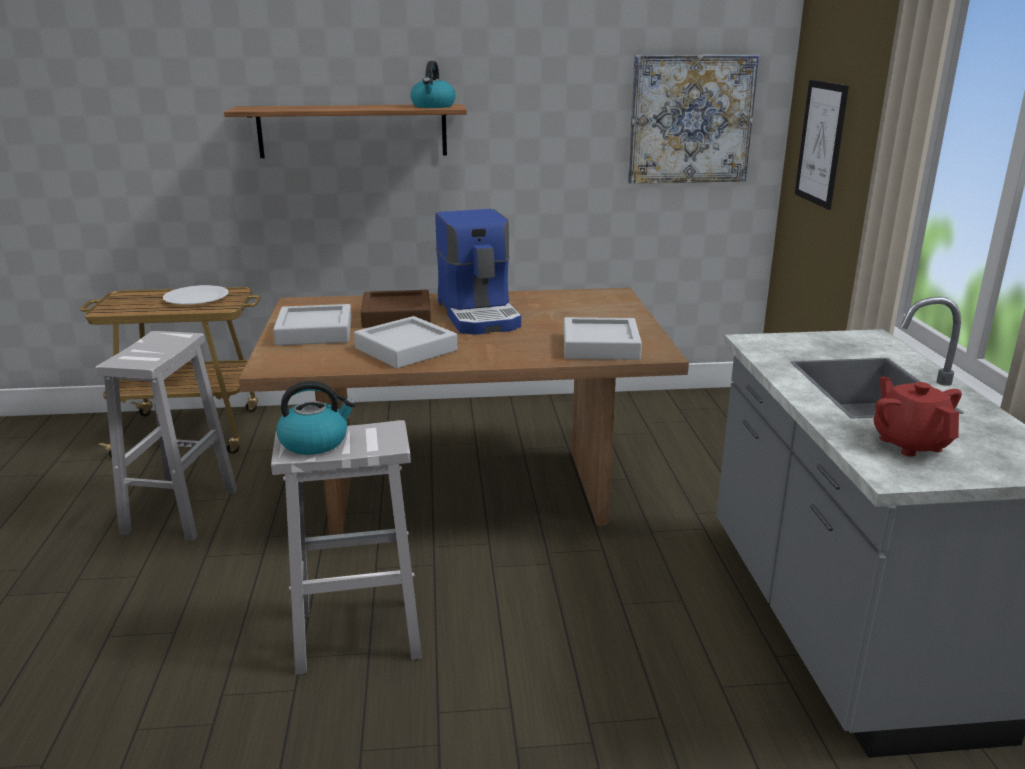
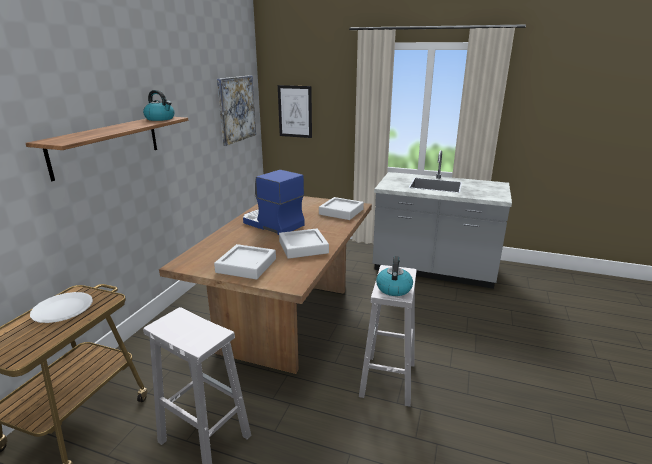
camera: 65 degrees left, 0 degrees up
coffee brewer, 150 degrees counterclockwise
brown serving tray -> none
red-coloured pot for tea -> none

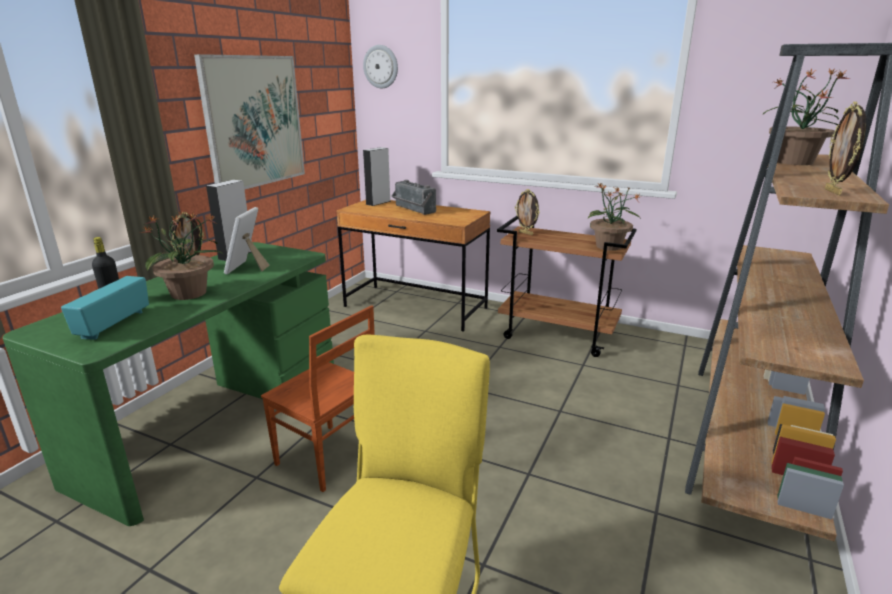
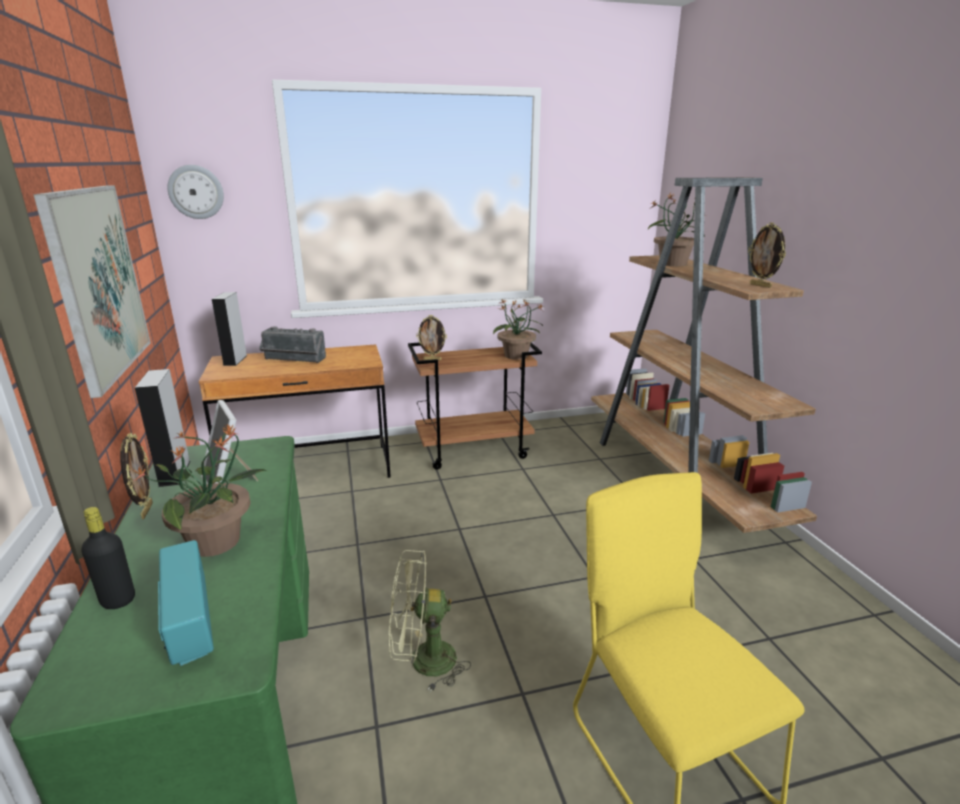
camera: 40 degrees left, 0 degrees up
brown upright chair -> green-coloured electric fan

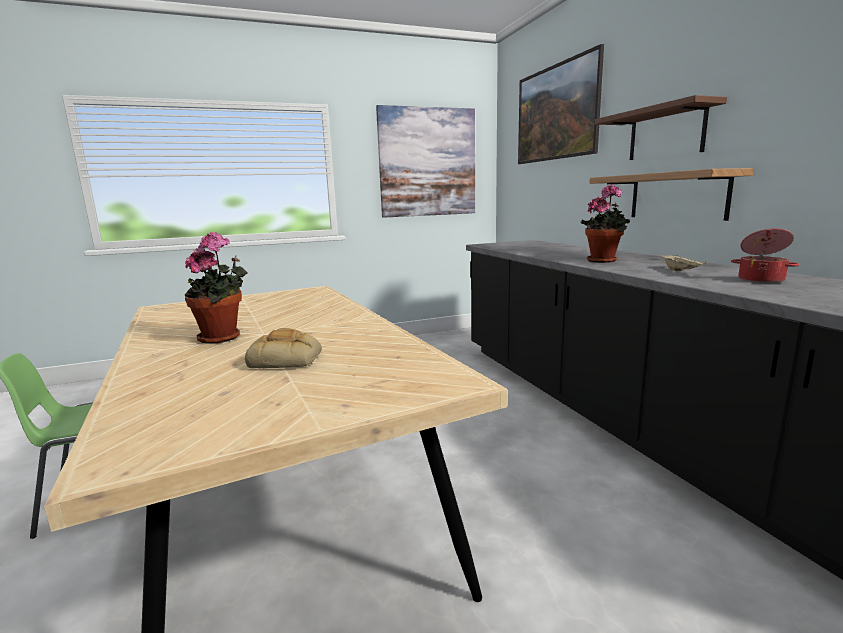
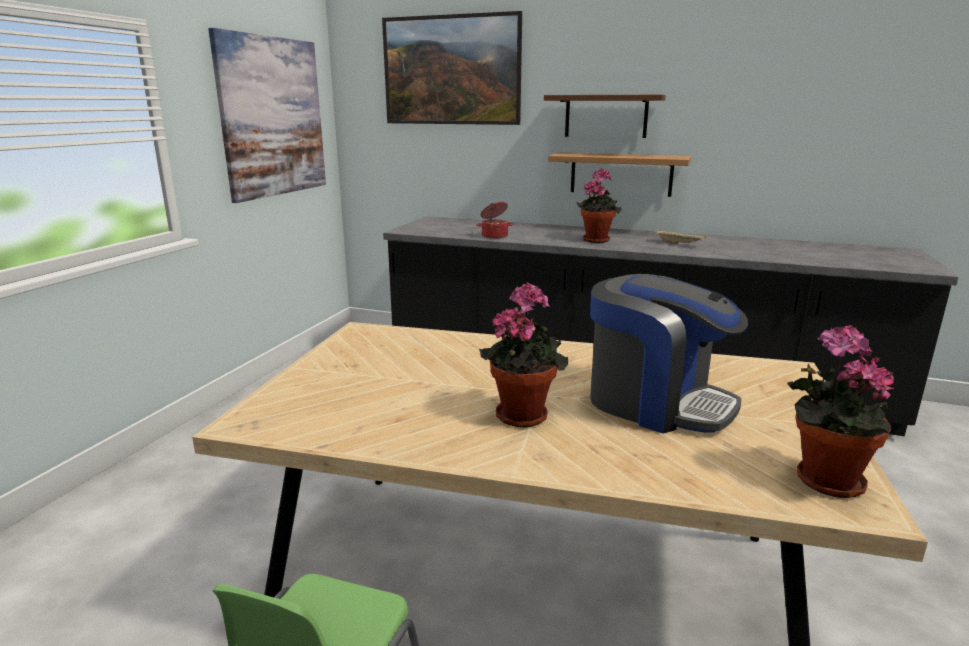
camera: 50 degrees left, 5 degrees up
stockpot, shifted
bread -> coffee brewer
none -> houseplant (no. 3 from left)

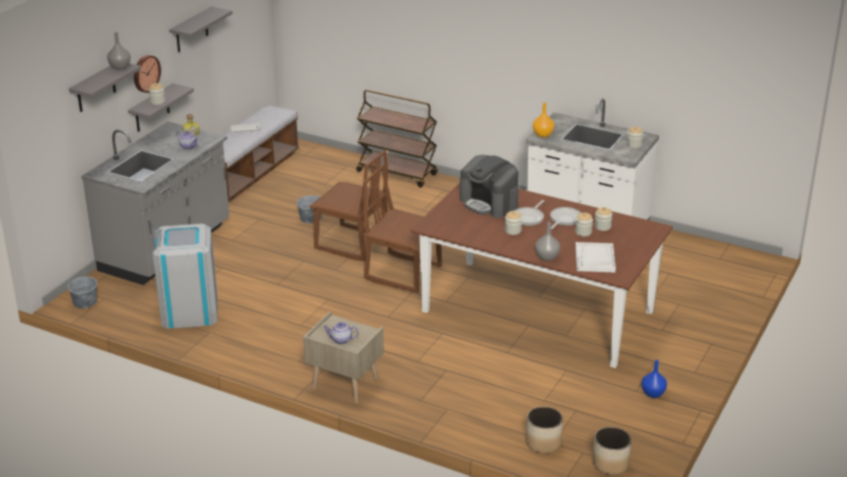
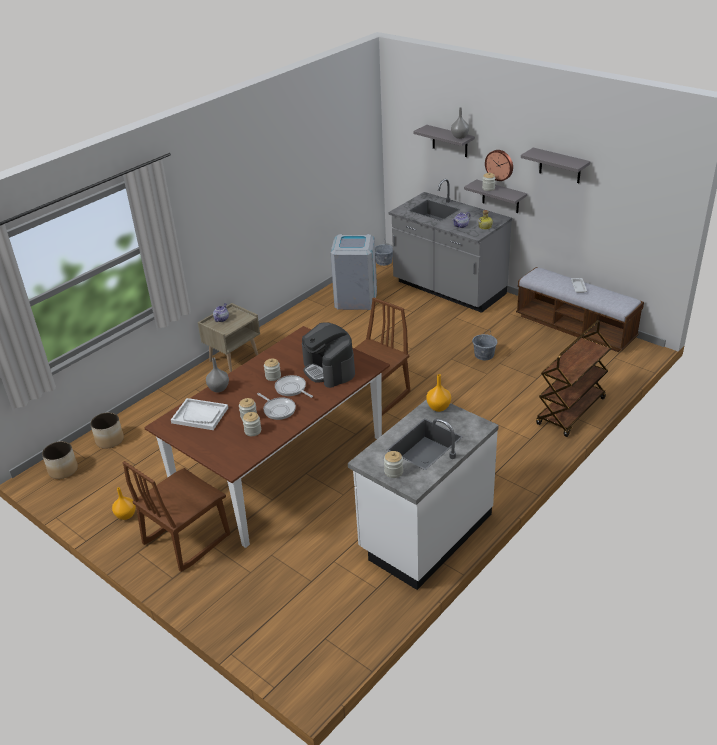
camera: 105 degrees right, 5 degrees up
blue flower vase -> orangey flower vase (no. 1 from left)
brown upright chair (no. 1 from left), shifted
coffee brewer, 90 degrees counterclockwise

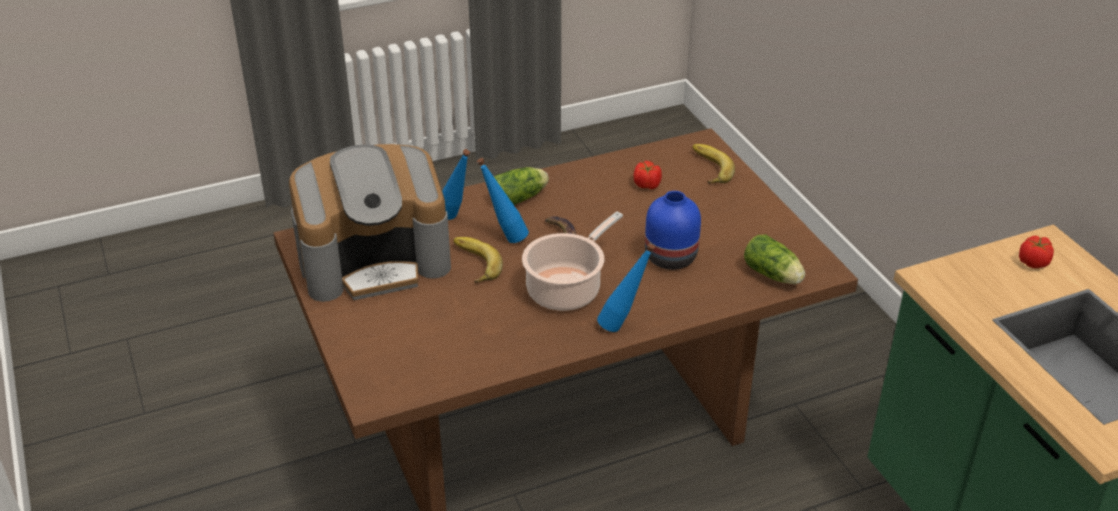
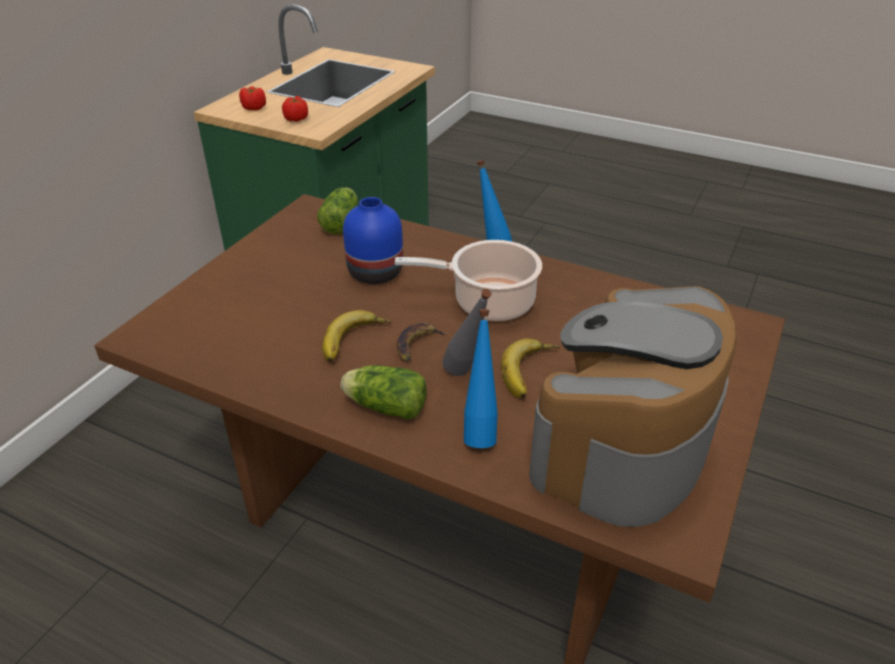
camera: 130 degrees left, 0 degrees up
whole tomato (no. 1 from left in the first image) -> whole tomato (no. 2 from left), shifted
whole banana (no. 3 from left in the first image) -> whole banana (no. 1 from left), shifted
blue bottle (no. 2 from left) -> gray bottle
coffee brewer, 90 degrees counterclockwise

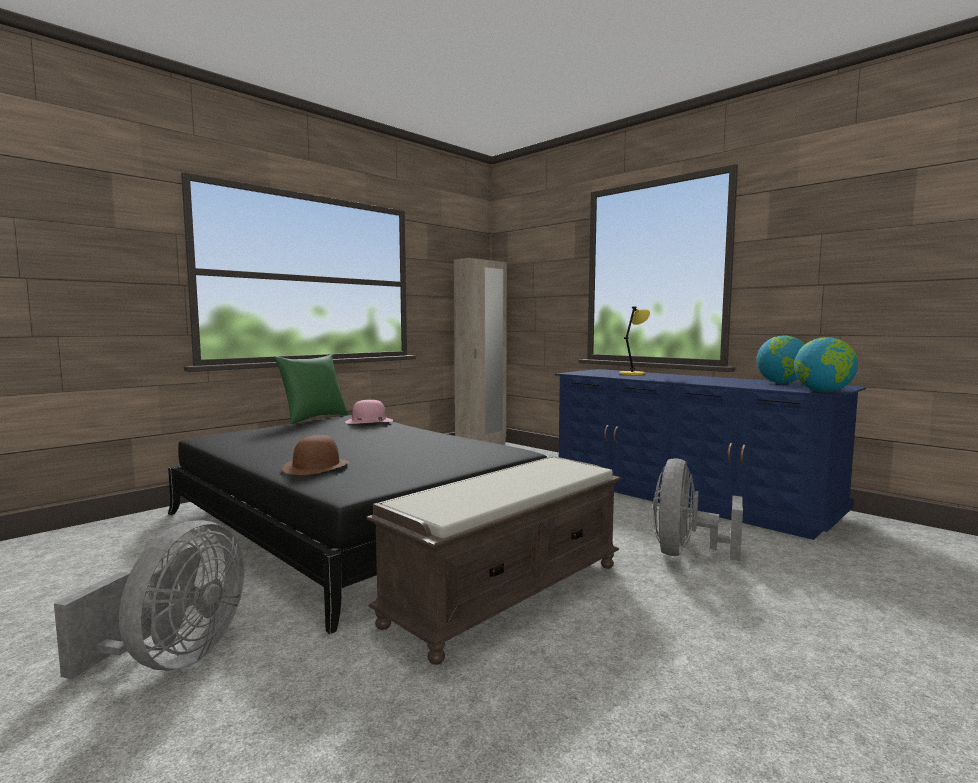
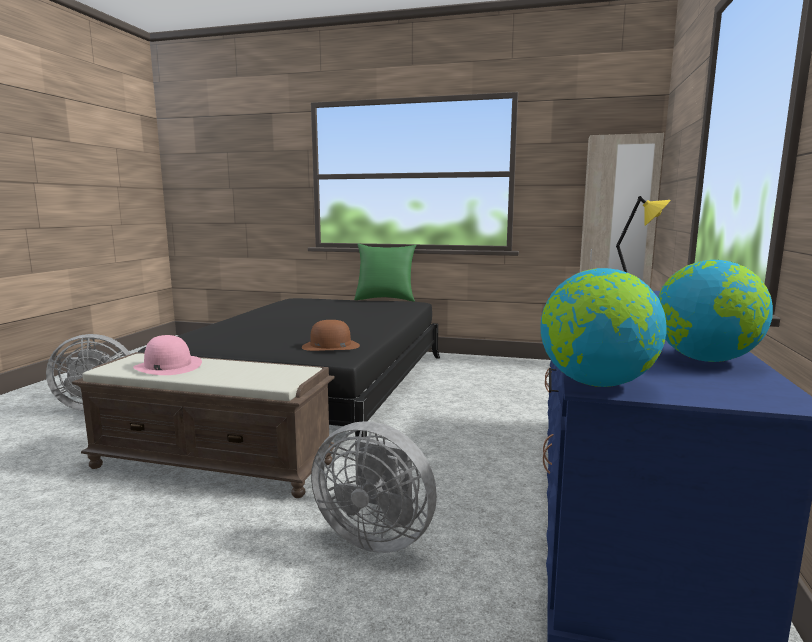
camera: 60 degrees right, 5 degrees up
pink-coloured wearable hat, shifted
brown wearable hat, shifted
gray electric fan (no. 2 from left), 150 degrees counterclockwise

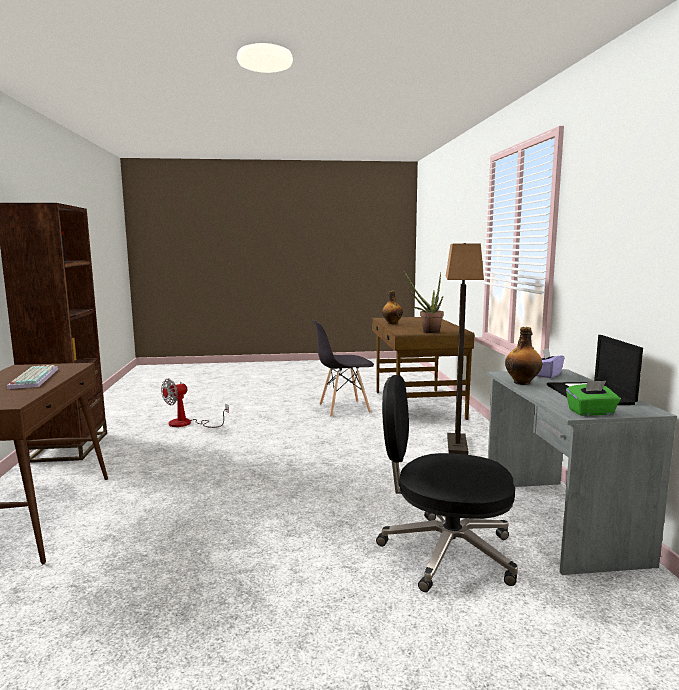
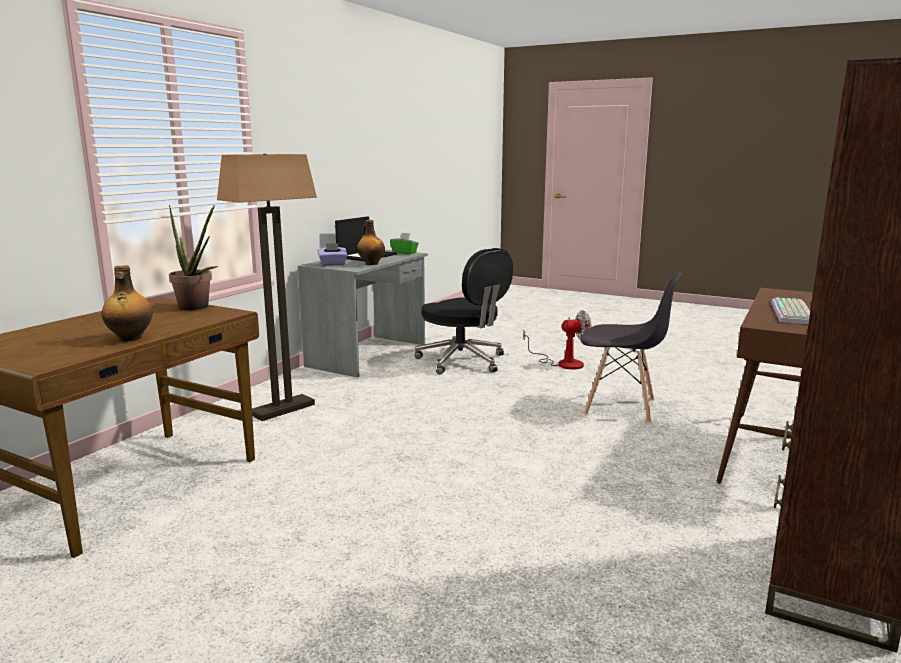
camera: 145 degrees left, 5 degrees up
electric fan, shifted
gray upright chair, shifted

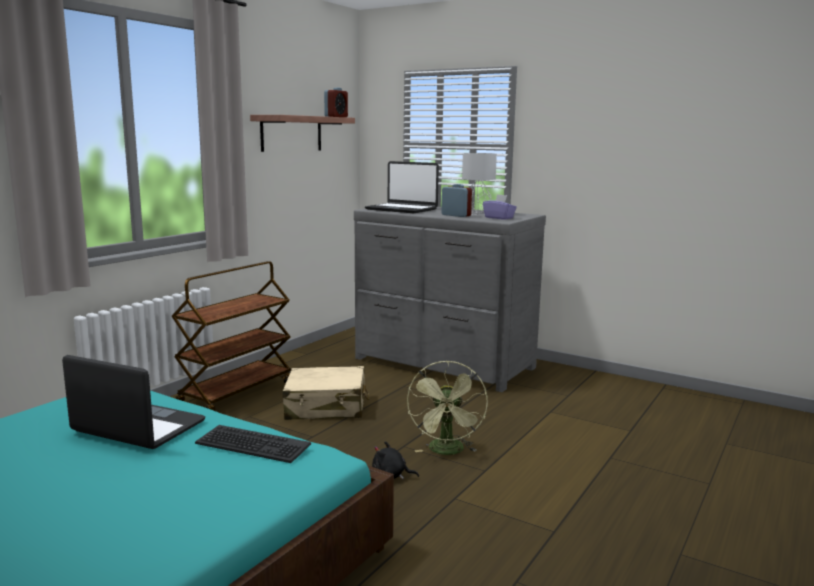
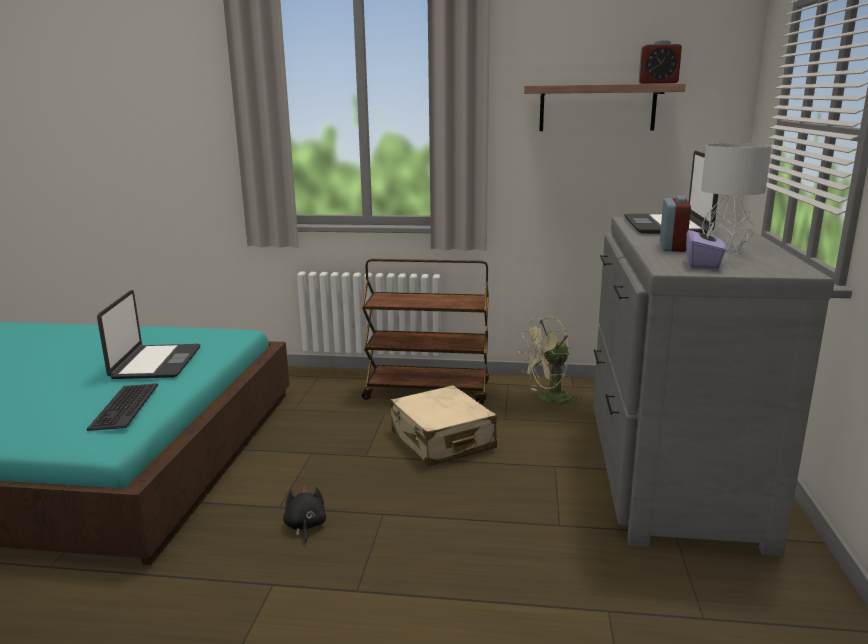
camera: 65 degrees right, 5 degrees up
green-coloured electric fan, shifted

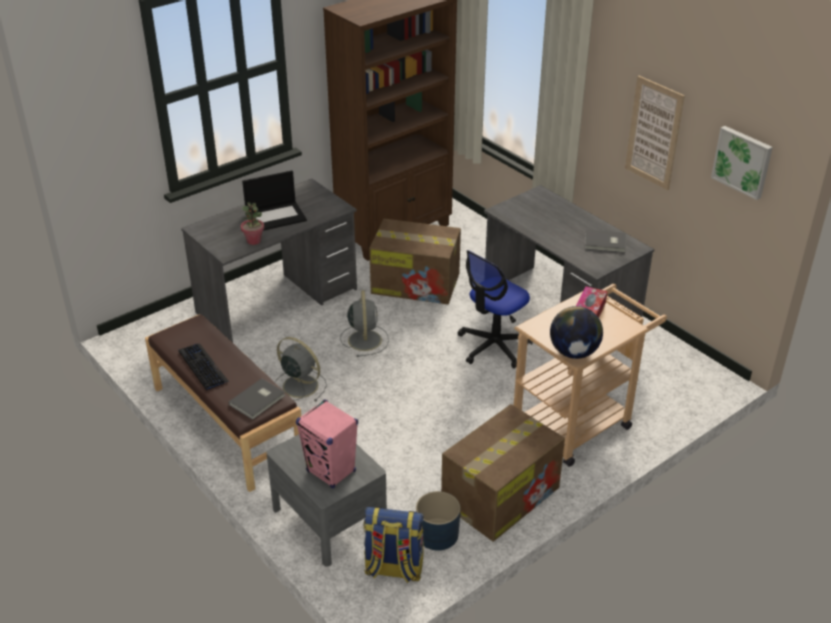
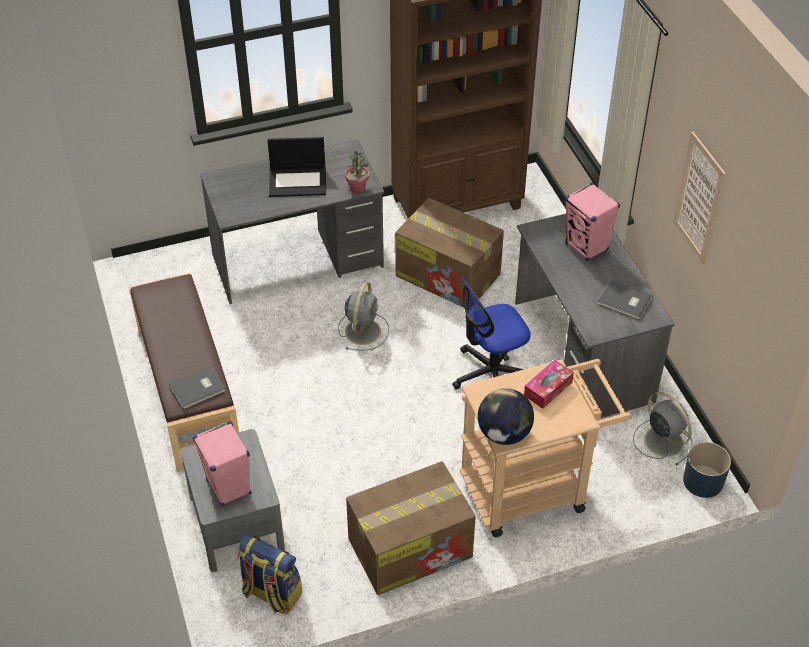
camera: 20 degrees right, 10 degrees up
houseplant, shifted
none -> pink-coloured speaker (no. 2 from left)
gray electric fan (no. 1 from left in the first image) -> gray electric fan (no. 2 from left), shifted
blue flower pot, shifted
computer keyboard -> none
wall art (no. 2 from left) -> none

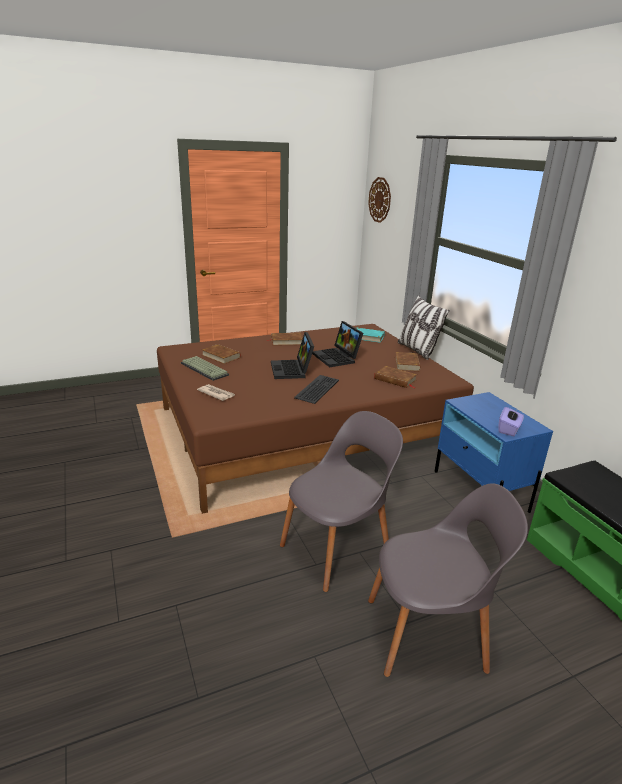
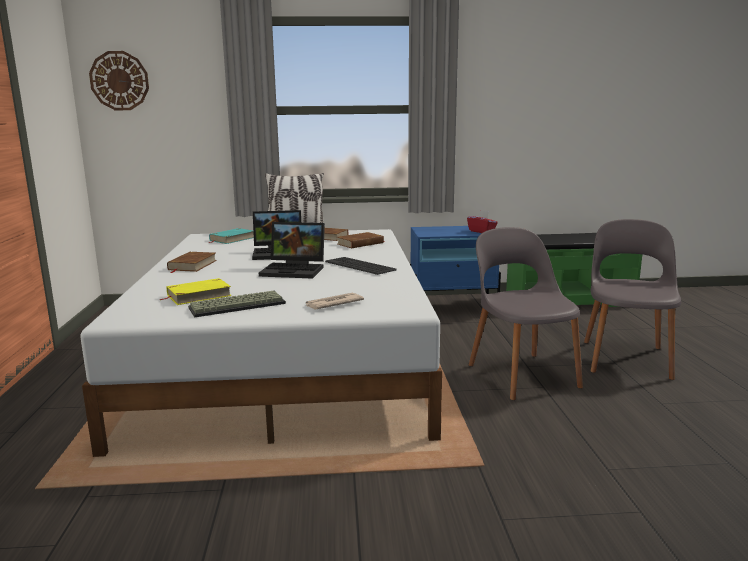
camera: 70 degrees left, 10 degrees down
brown bedroom bed -> white-coloured bedroom bed
brown book (no. 1 from left) -> yellow-coloured book
purple tissue holder -> red-coloured tissue holder

